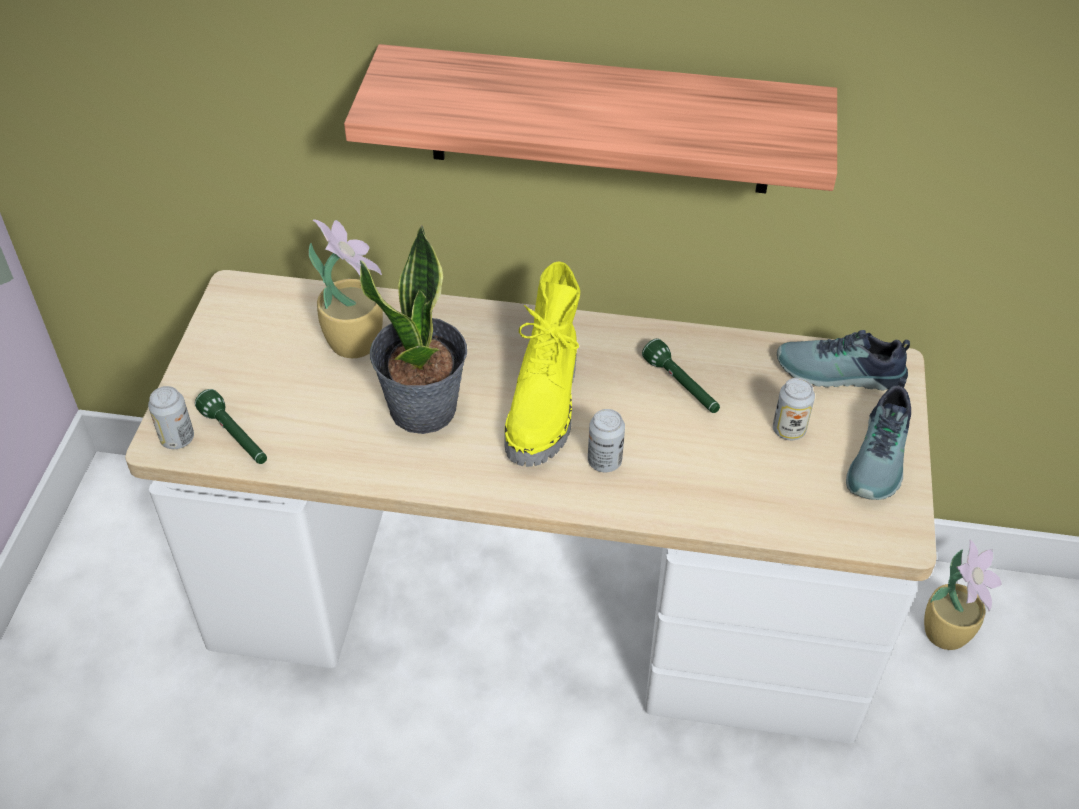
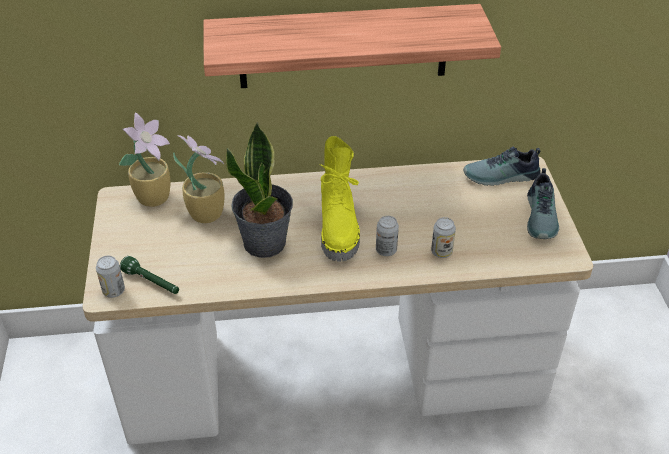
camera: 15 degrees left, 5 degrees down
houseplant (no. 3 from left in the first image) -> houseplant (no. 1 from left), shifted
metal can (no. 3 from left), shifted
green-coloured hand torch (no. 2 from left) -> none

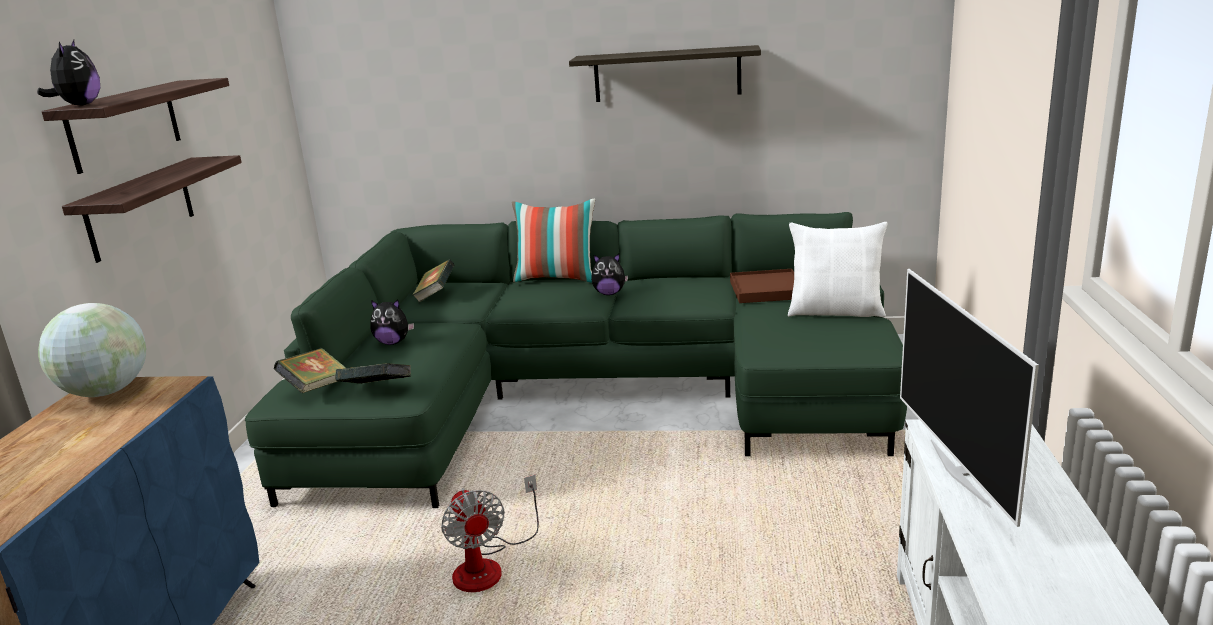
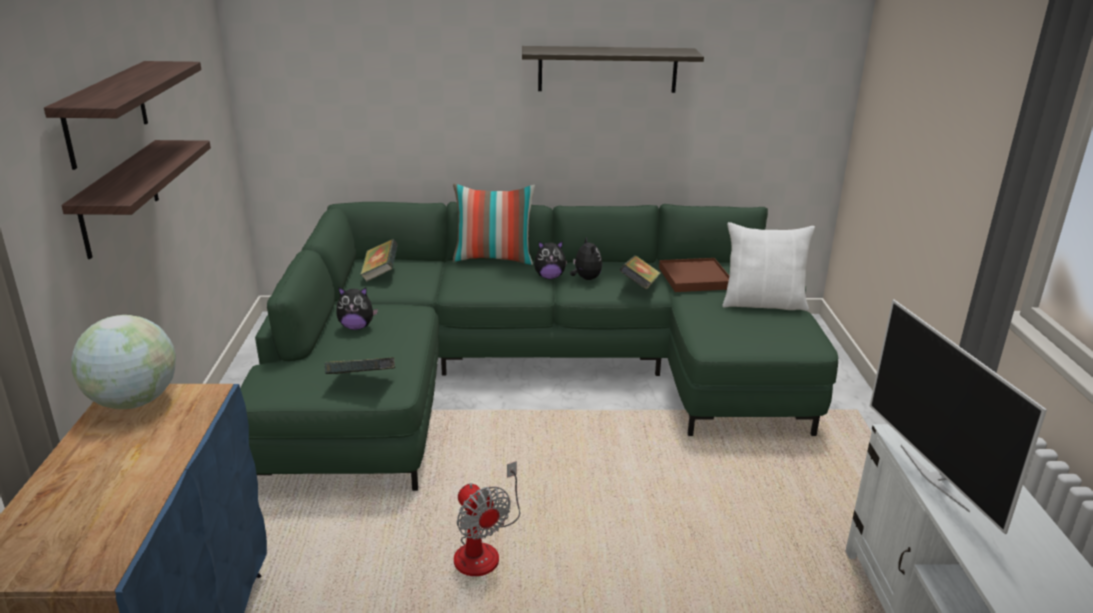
camera: 10 degrees left, 5 degrees up
cuddly toy (no. 1 from left in the first image) -> cuddly toy (no. 3 from left), shifted
book (no. 1 from left in the first image) -> book (no. 3 from left), shifted

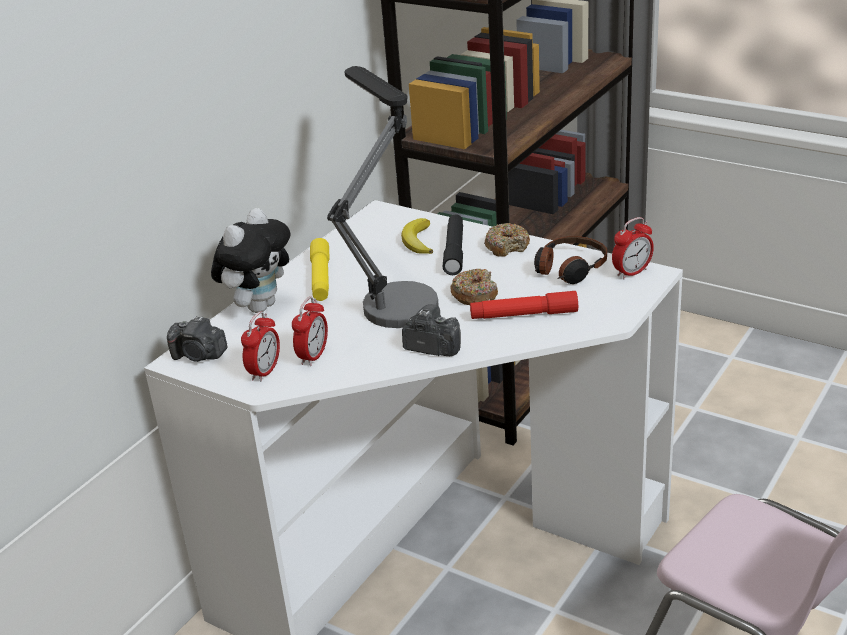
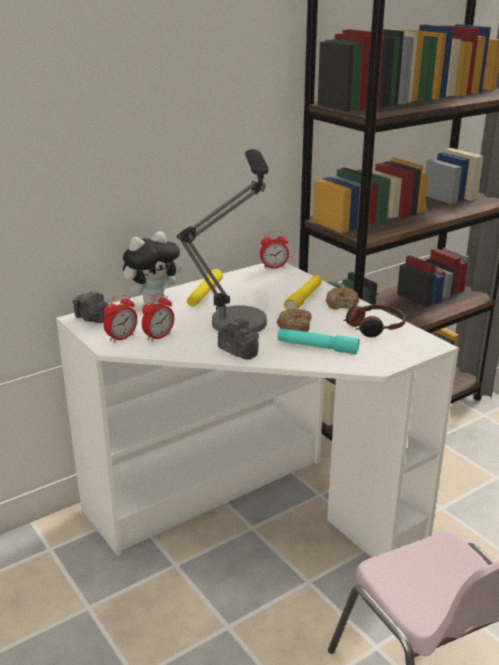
camera: 20 degrees right, 5 degrees down
bedside clock (no. 3 from left), shifted
red-coloured hand torch -> blue-green hand torch
blackish hand torch -> yellow-coloured hand torch (no. 2 from left)
whole banana -> none

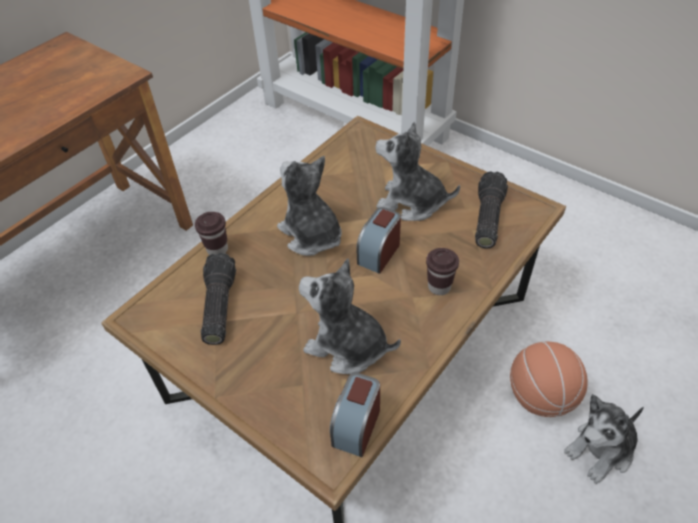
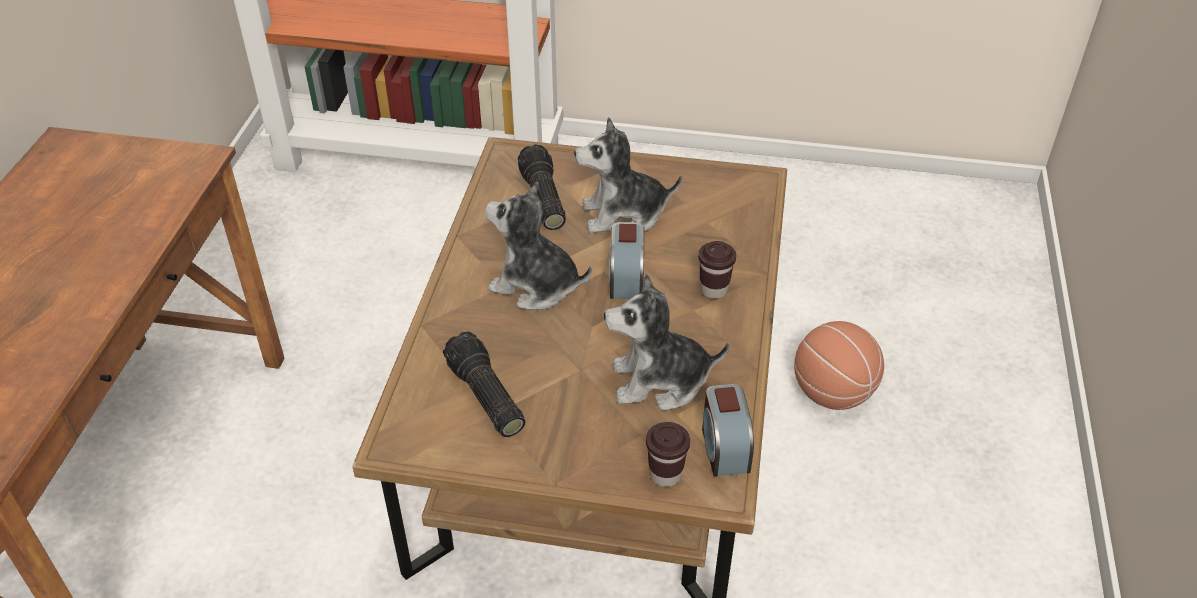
camera: 30 degrees left, 5 degrees down
hand torch (no. 2 from left), shifted
brown small cup (no. 1 from left), shifted
cuddly toy (no. 4 from left) -> none

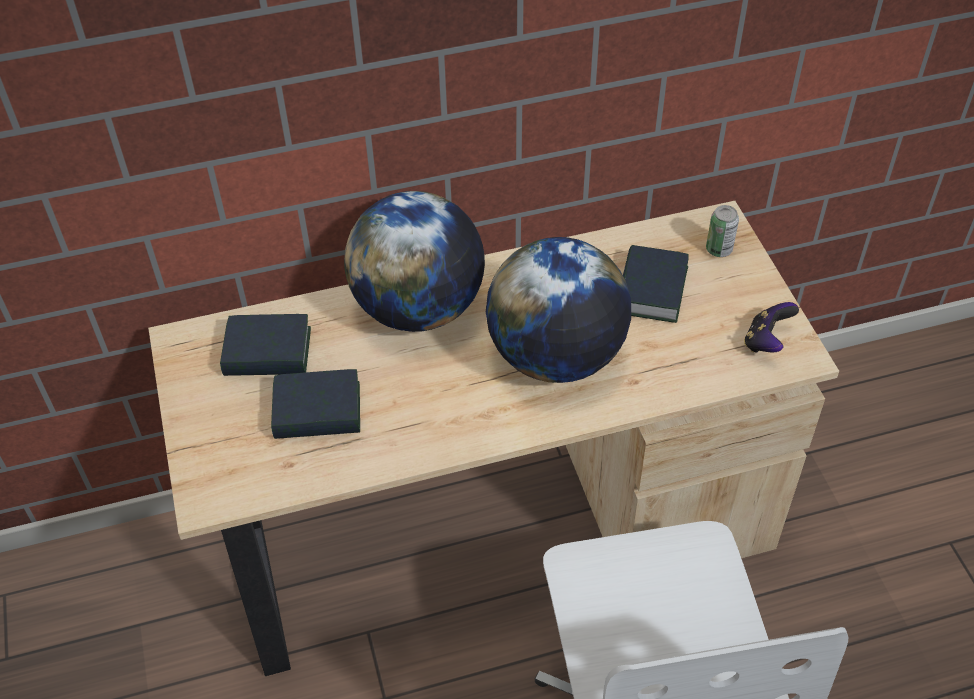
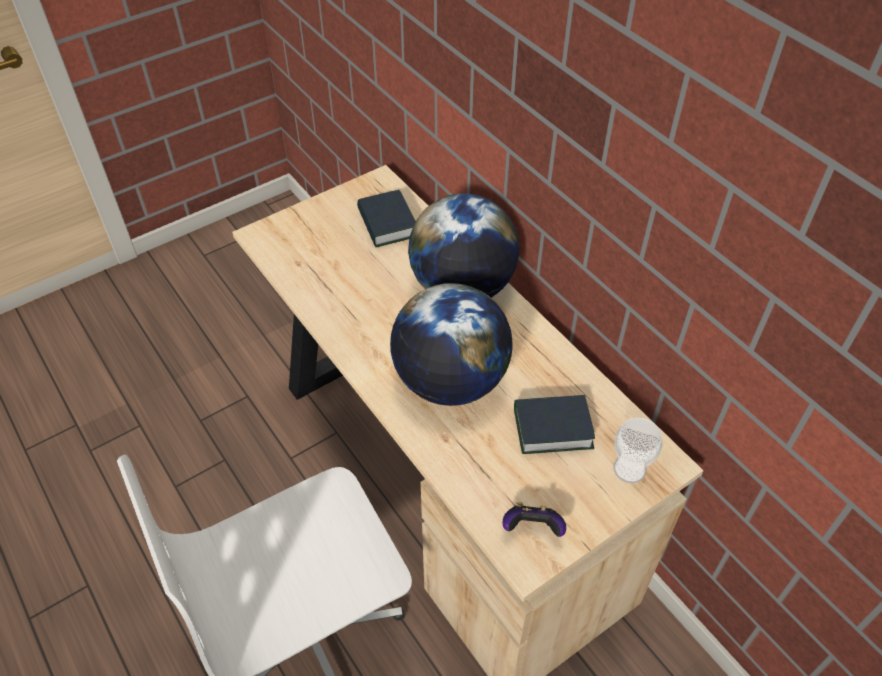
camera: 70 degrees right, 0 degrees up
metal can -> small cup
book (no. 2 from left) -> none

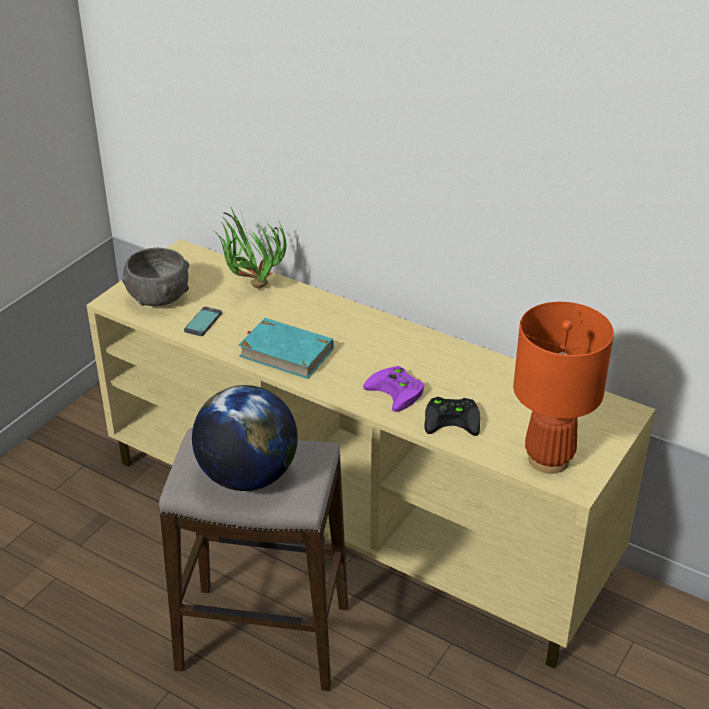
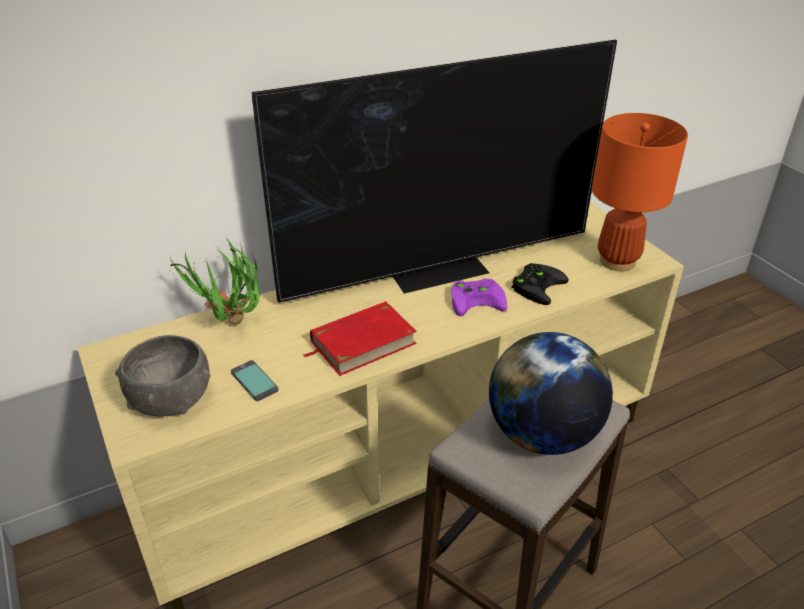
camera: 60 degrees left, 0 degrees up
none -> TV
blue-green book -> red-coloured book

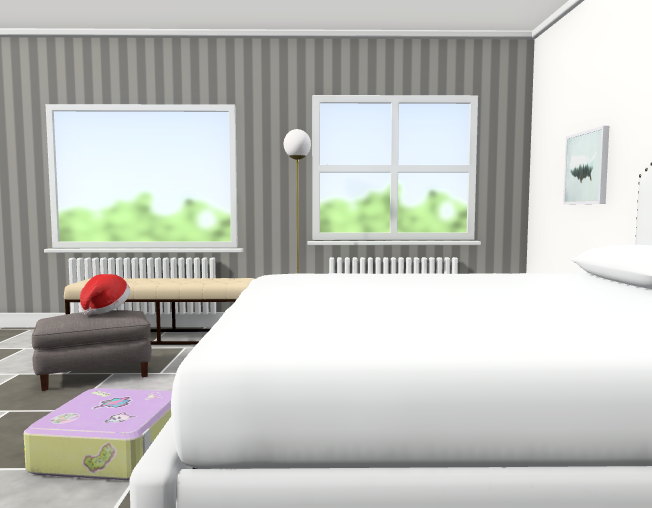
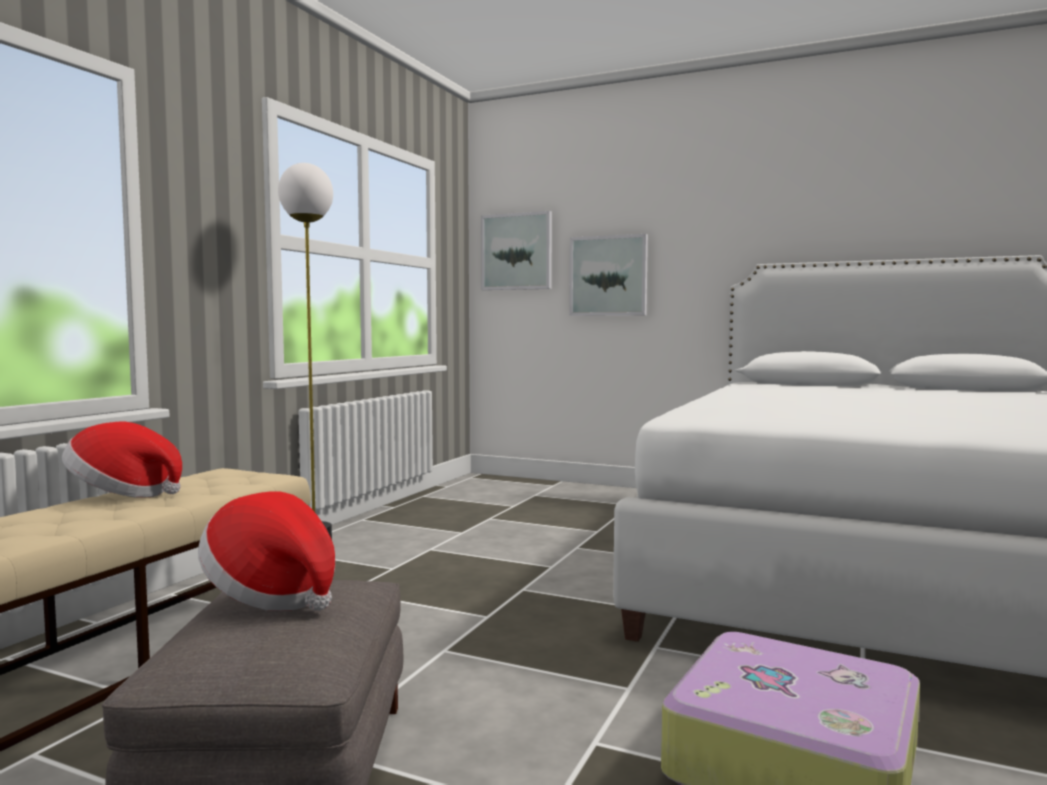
camera: 65 degrees left, 0 degrees up
none -> wearable hat (no. 1 from left)
none -> wall art (no. 1 from left)

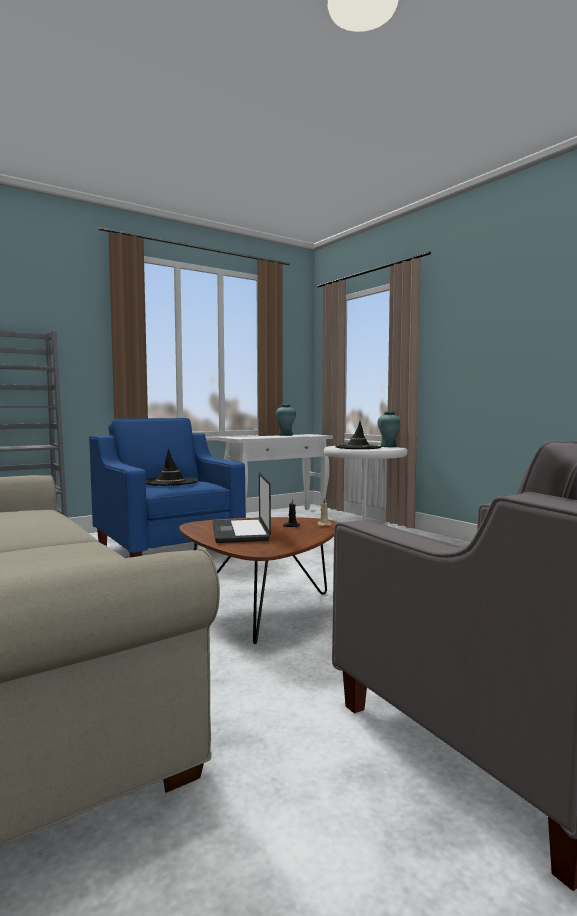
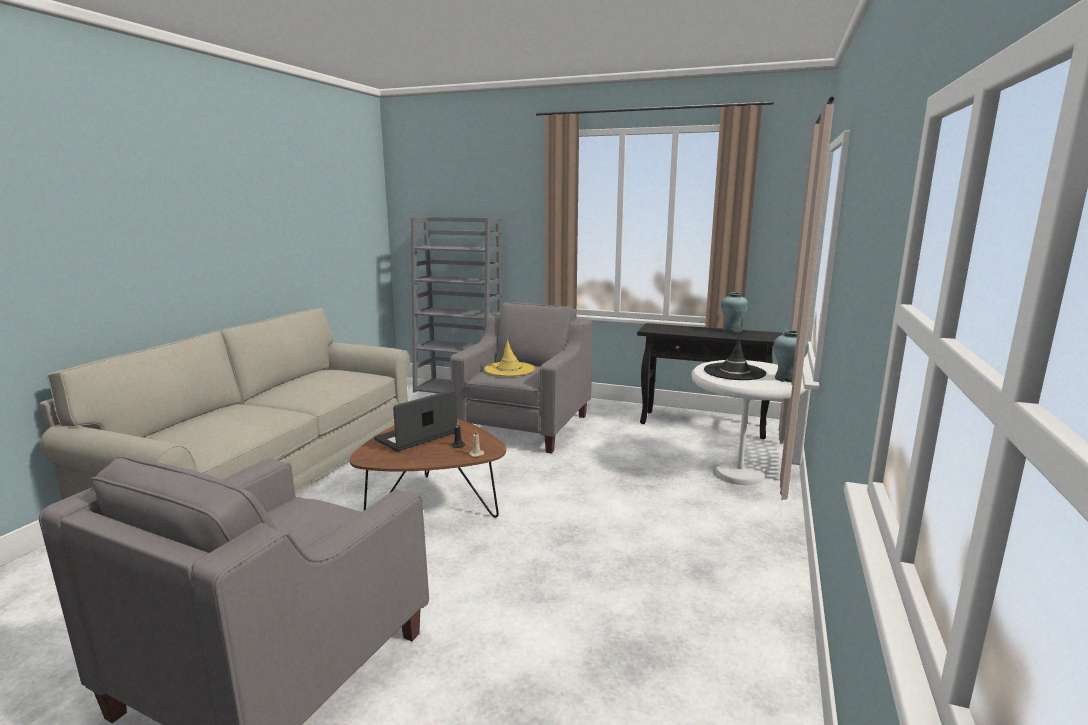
camera: 55 degrees right, 10 degrees up
blue lounge chair -> gray lounge chair (no. 2 from left)
blackish wearable hat (no. 1 from left) -> yellow-coloured wearable hat
white-coloured console table -> blackish console table

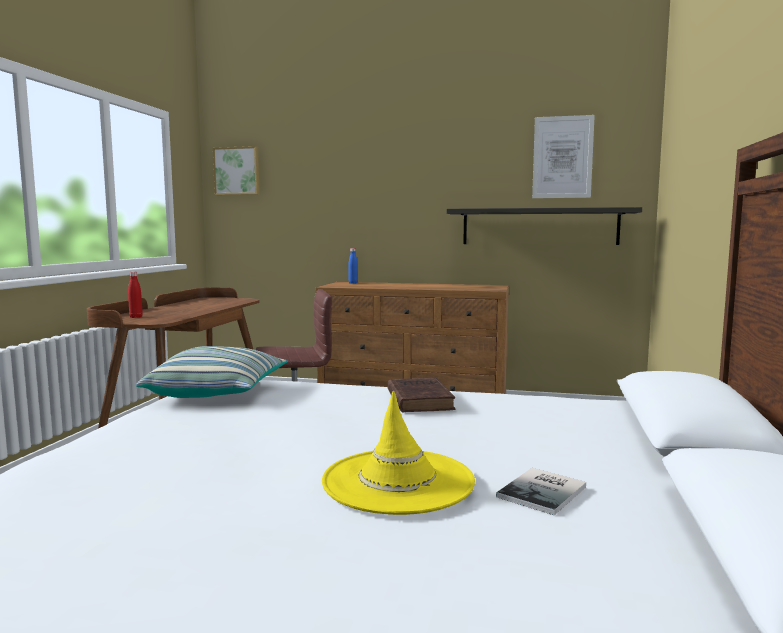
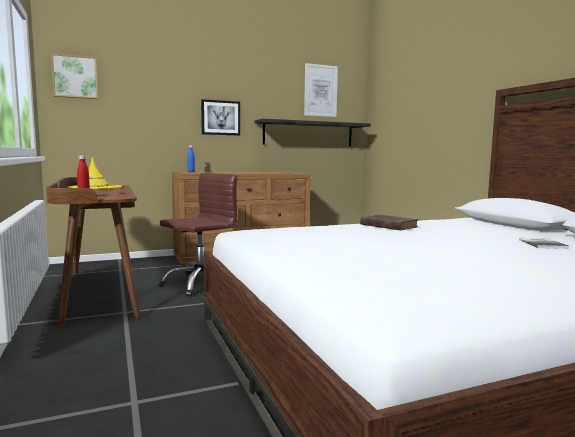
camera: 35 degrees left, 0 degrees up
yellow-coloured wearable hat, shifted
none -> wall art (no. 2 from left)
throw pillow -> none

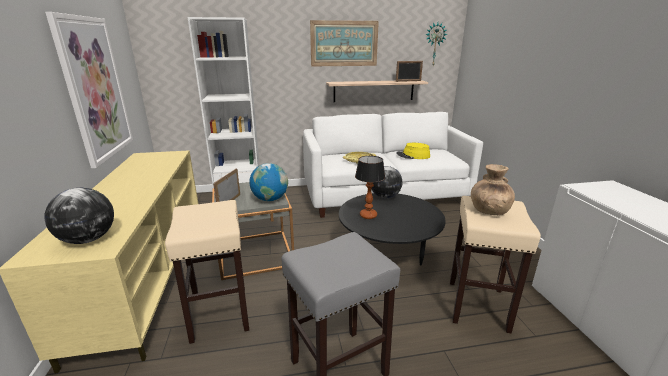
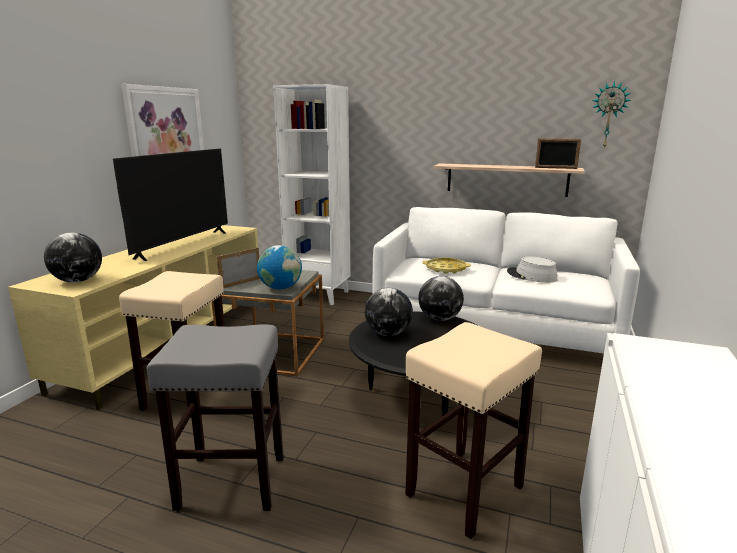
camera: 30 degrees right, 5 degrees down
none -> TV
tabletop lamp -> world globe (no. 3 from left)
yellow-coloured wearable hat -> gray wearable hat
wall art (no. 2 from left) -> none
brown flower vase -> none

